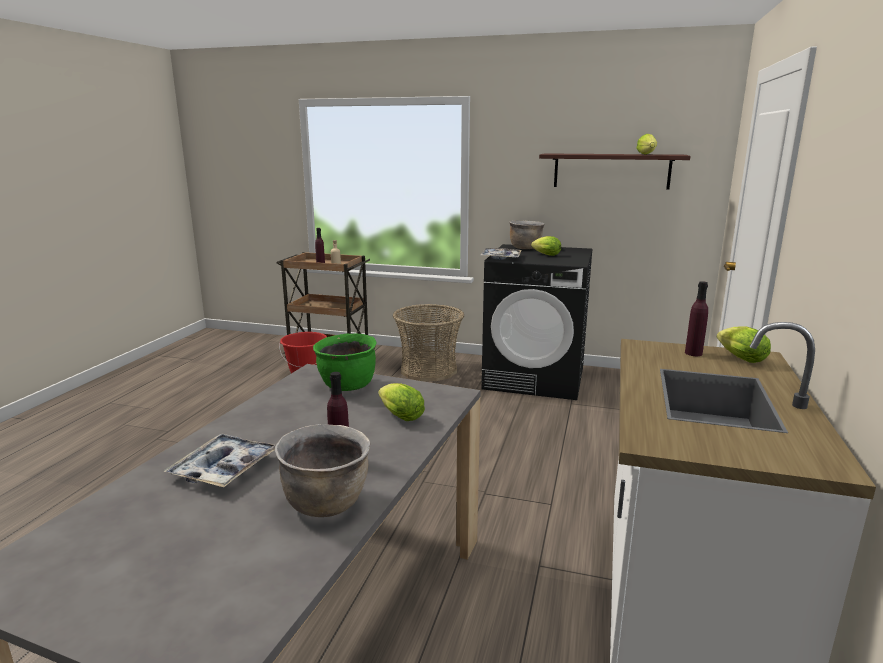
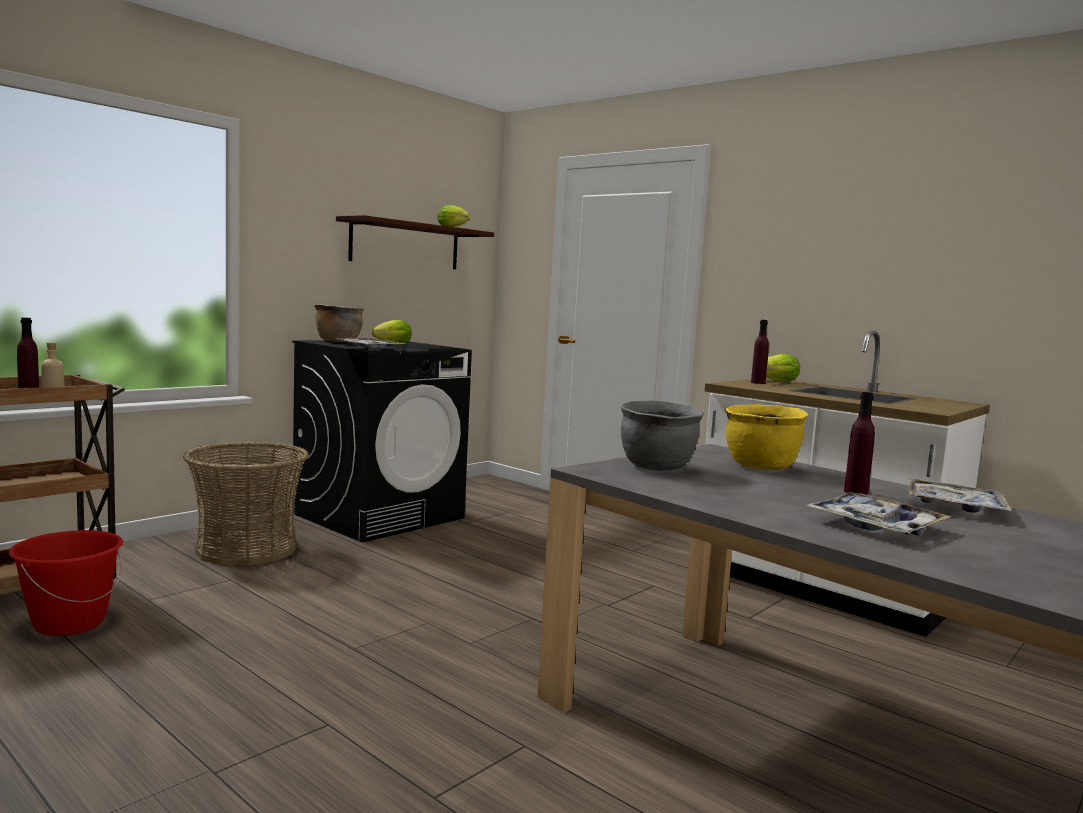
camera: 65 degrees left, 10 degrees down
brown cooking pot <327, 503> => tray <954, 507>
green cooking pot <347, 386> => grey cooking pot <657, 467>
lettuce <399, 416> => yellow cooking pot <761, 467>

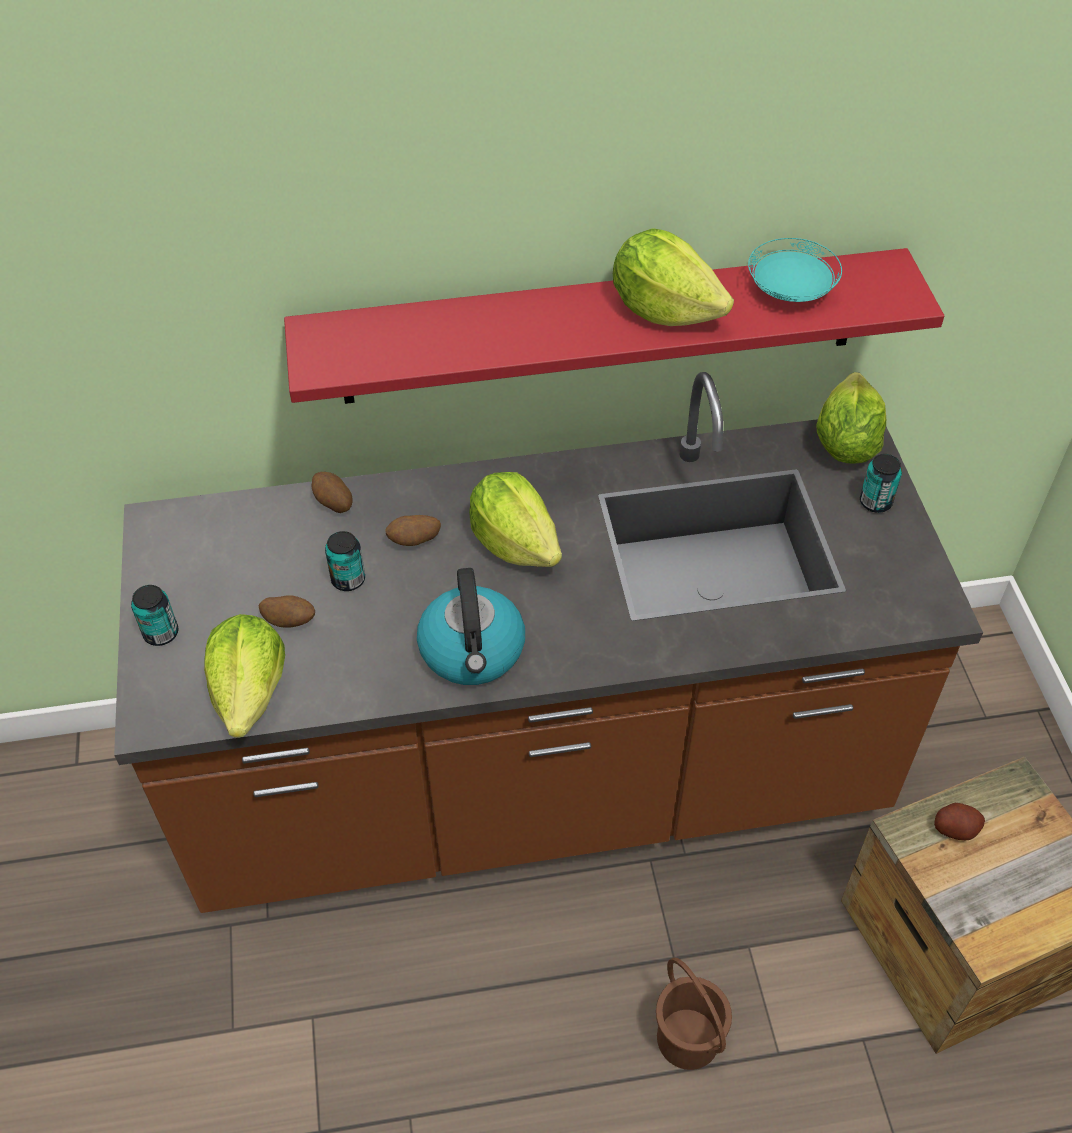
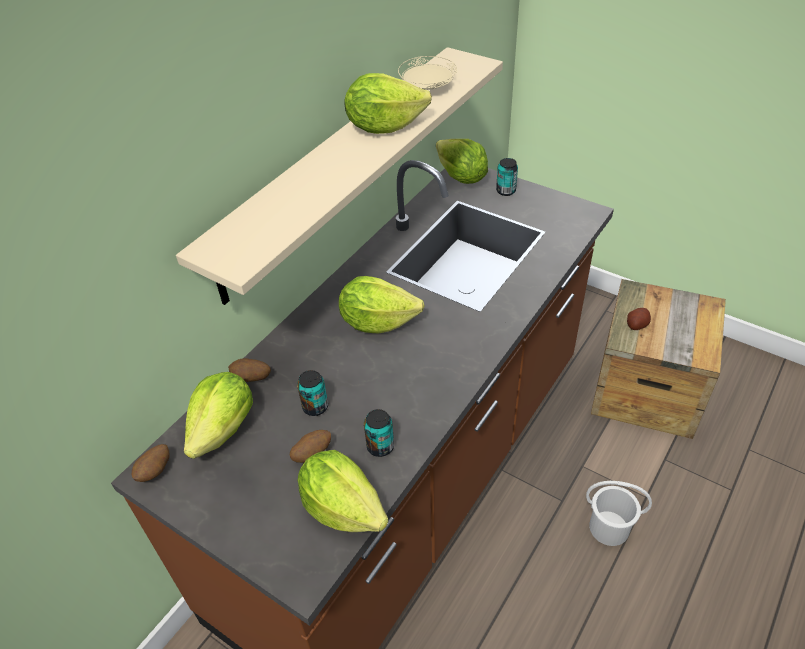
camera: 45 degrees left, 5 degrees down
can <161, 633> => can <380, 446>, relocated
red shelf <601, 327> => beige shelf <338, 168>
potato <414, 541> => potato <155, 471>, relocated
kettle <473, 651> => nothing
brown bucket <688, 1037> => white bucket <608, 527>
turquoise plate <791, 291> => beige plate <428, 87>
nothing => lettuce <224, 429>

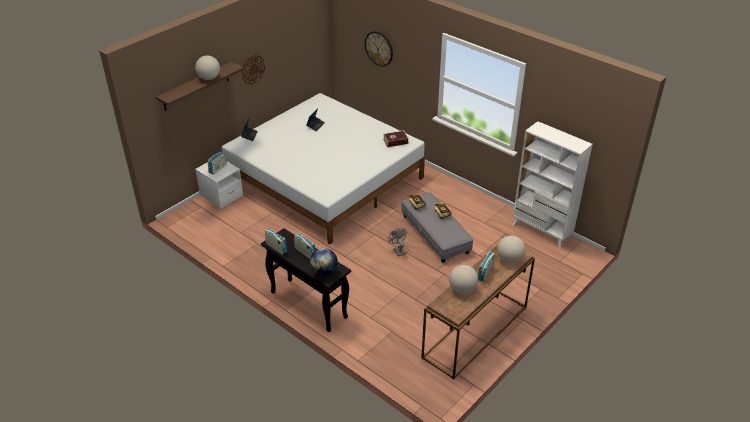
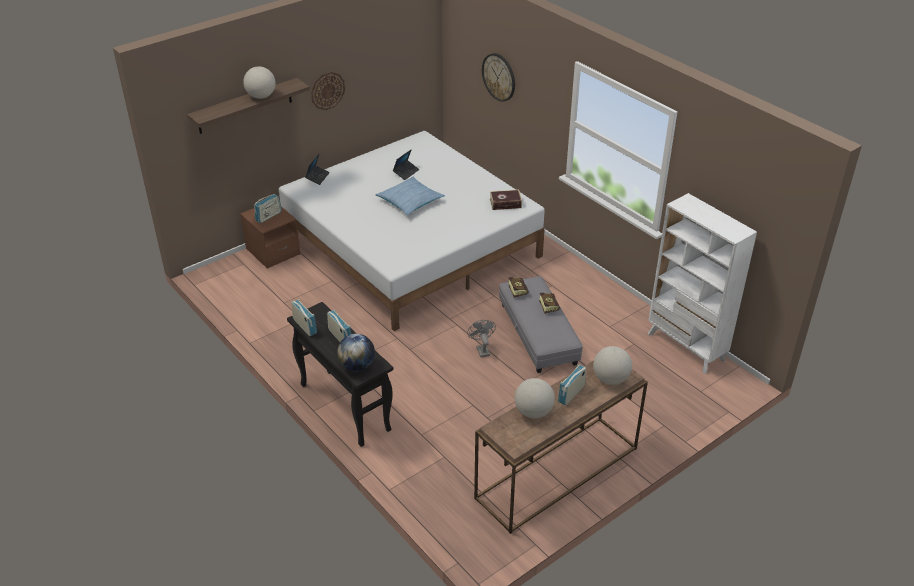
camera: 10 degrees right, 0 degrees up
white nightstand <221, 195> => brown nightstand <273, 252>
nothing => pillow <410, 201>

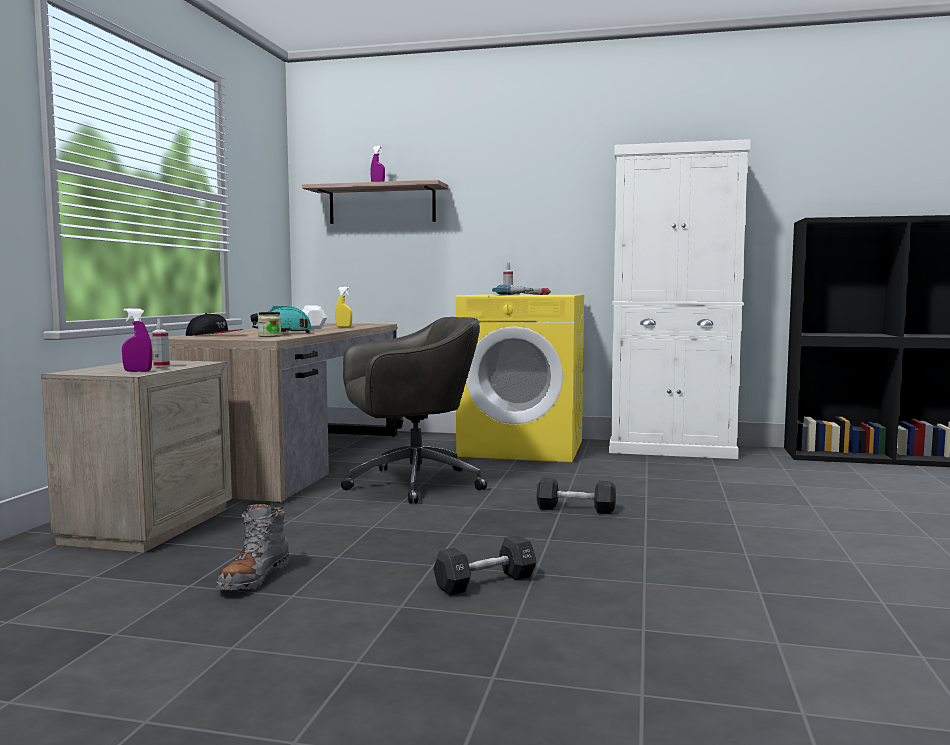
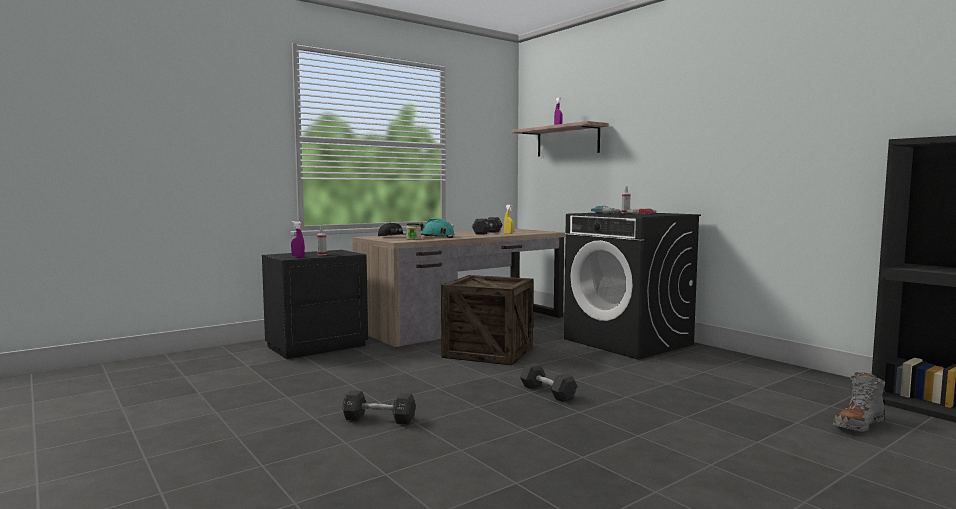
camera: 40 degrees right, 0 degrees up
beige nightstand <146, 525> => black nightstand <316, 346>
grey boot <254, 578> => grey boot <858, 424>, relocated
white dumbbell <313, 327> => black dumbbell <487, 233>
grey office chair <410, 484> => crate <488, 352>
yellow washing machine <523, 448> => black washing machine <628, 342>
white cabinet <672, 449> => nothing

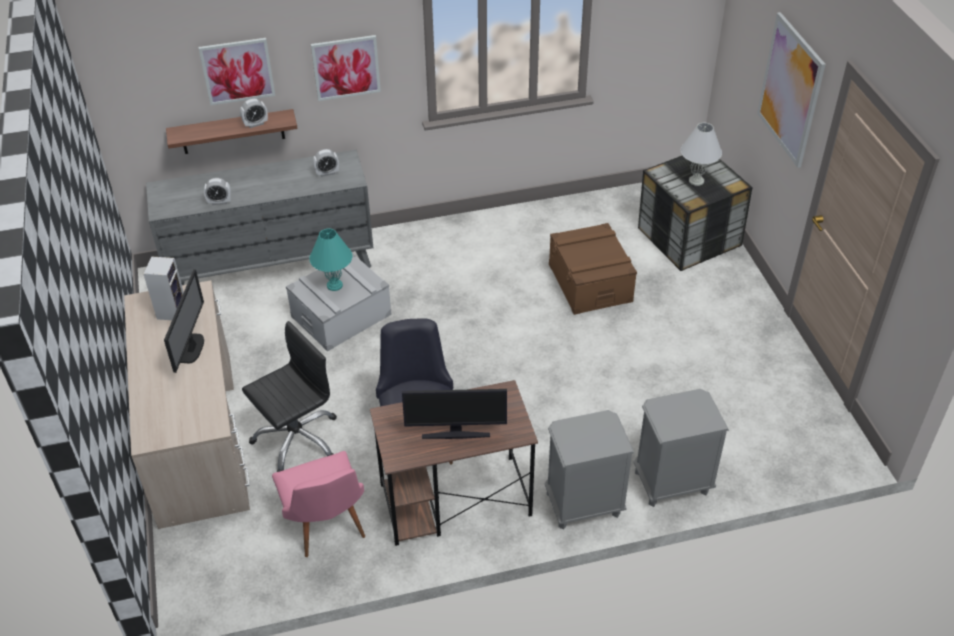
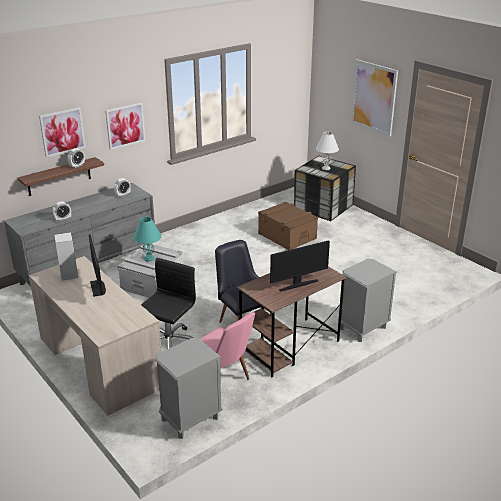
camera: 25 degrees left, 15 degrees down
grey nightstand <671, 483> => grey nightstand <190, 419>, relocated

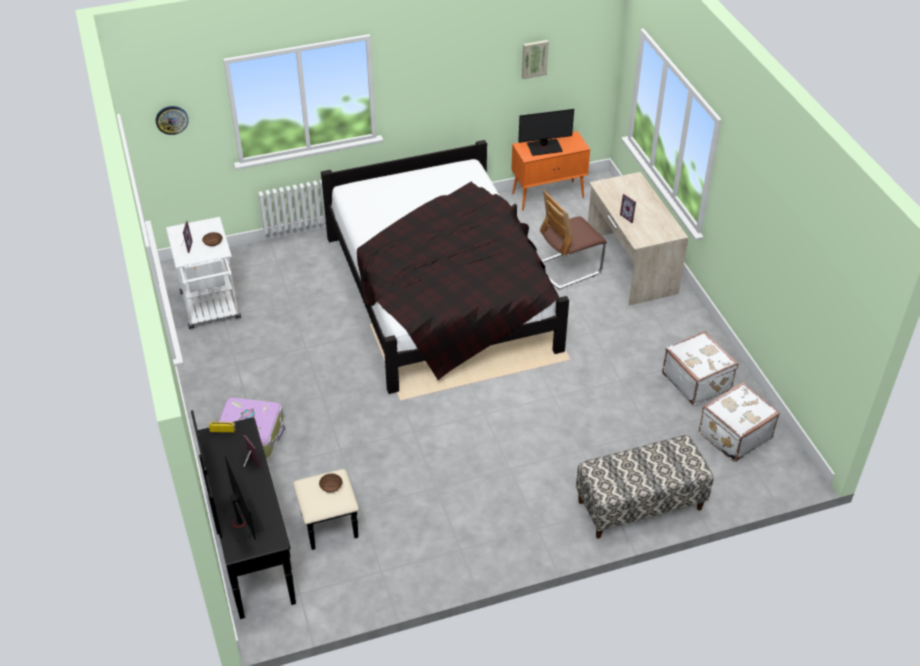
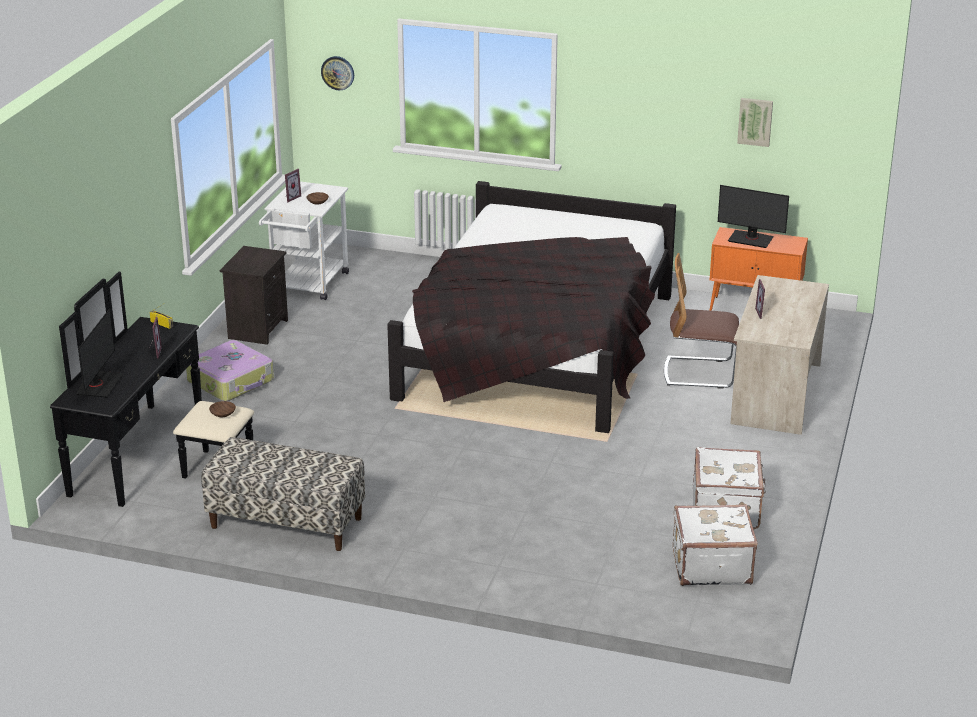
camera: 35 degrees right, 15 degrees down
bench <639, 505> => bench <286, 523>, relocated
nothing => black nightstand <257, 328>

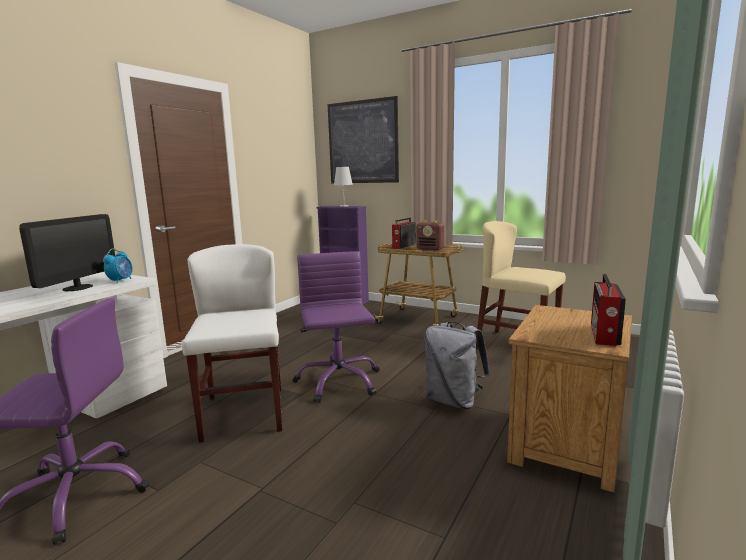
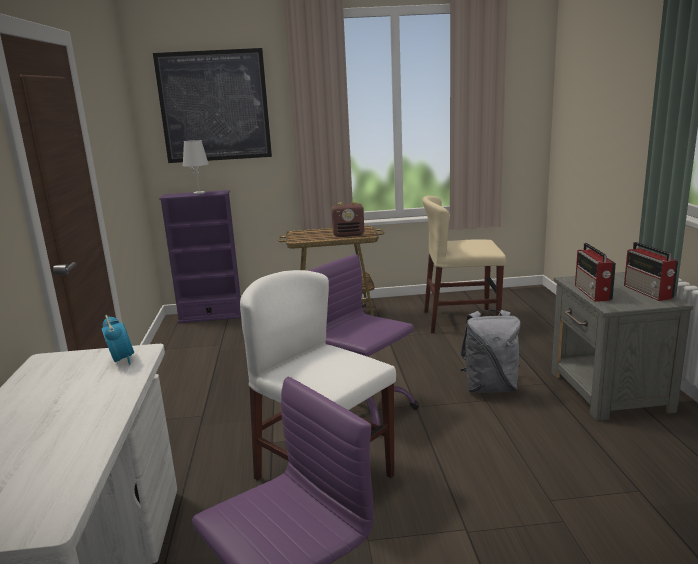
camera: 35 degrees left, 5 degrees up
monitor <78, 288> => nothing
radio <403, 246> => radio <592, 293>, relocated
brown nightstand <564, 445> => grey nightstand <609, 392>

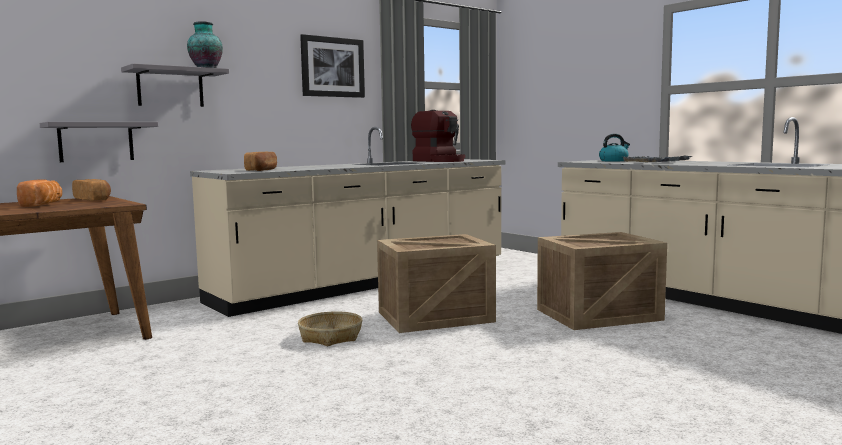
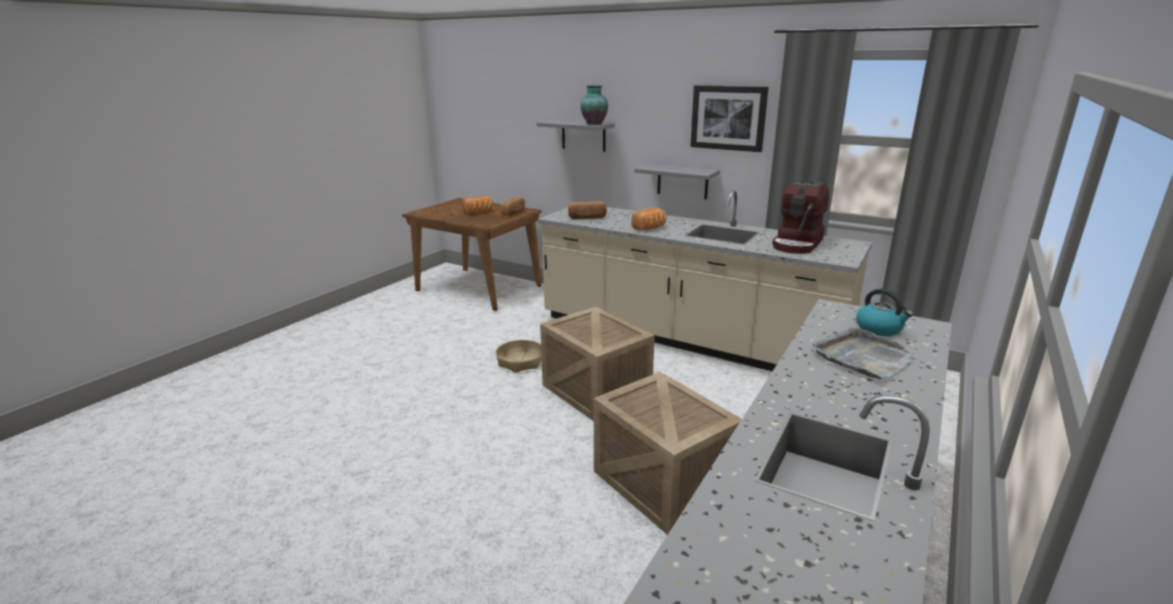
camera: 70 degrees right, 15 degrees up
grey shelf <96, 142> => grey shelf <682, 181>, relocated
nothing => bread <650, 228>

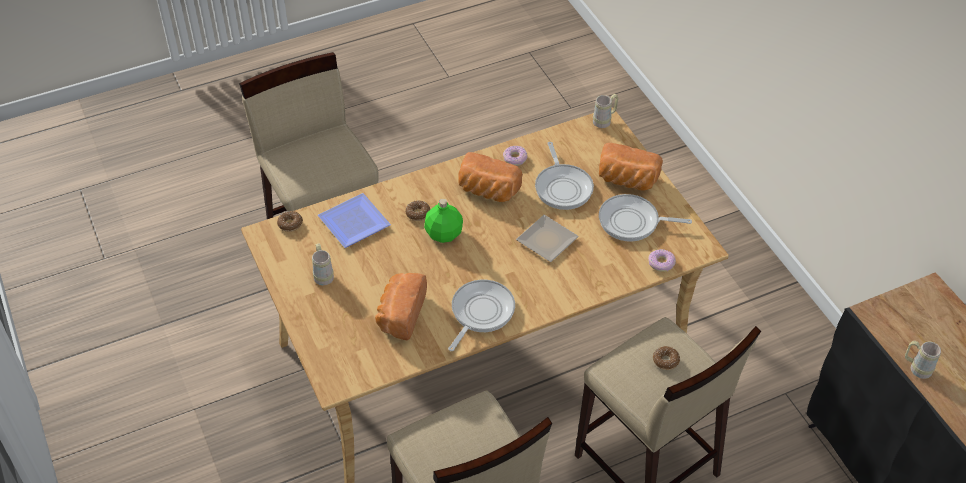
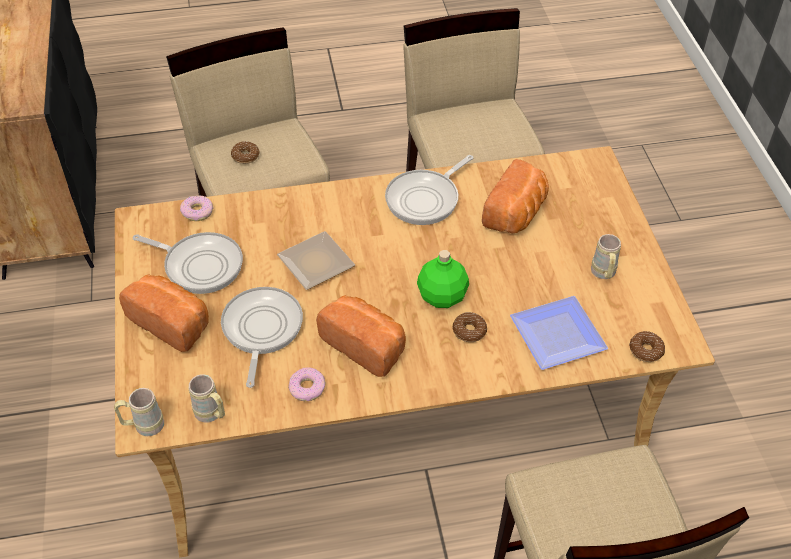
camera: 165 degrees left, 0 degrees up
beige mug <916, 368> => beige mug <212, 415>, relocated

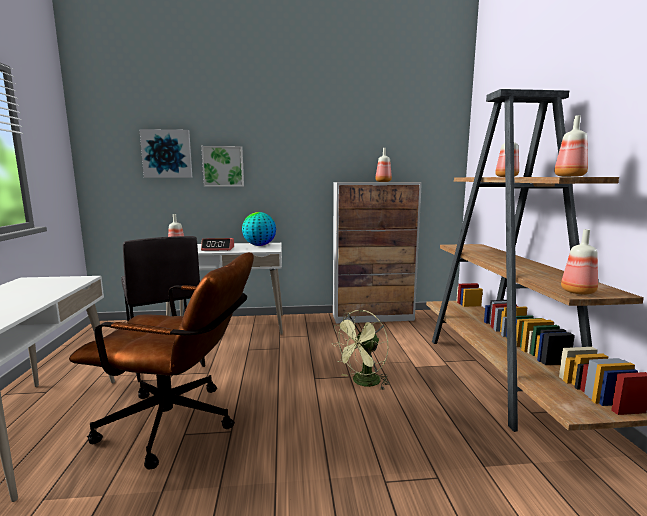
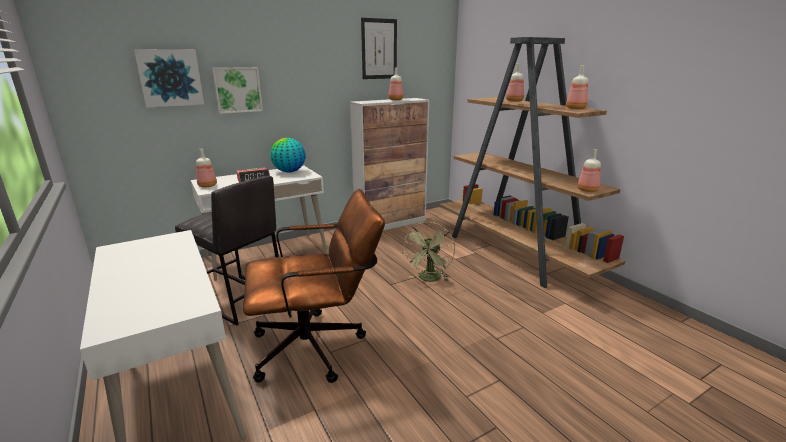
camera: 25 degrees left, 10 degrees up
nothing => picture <379, 49>

